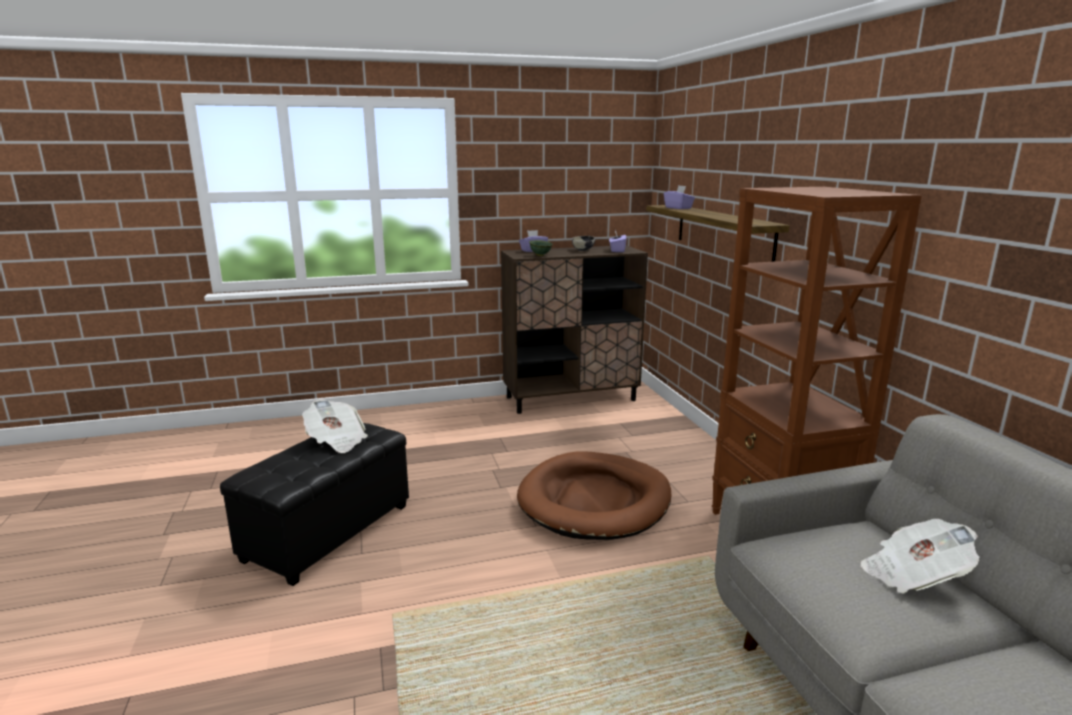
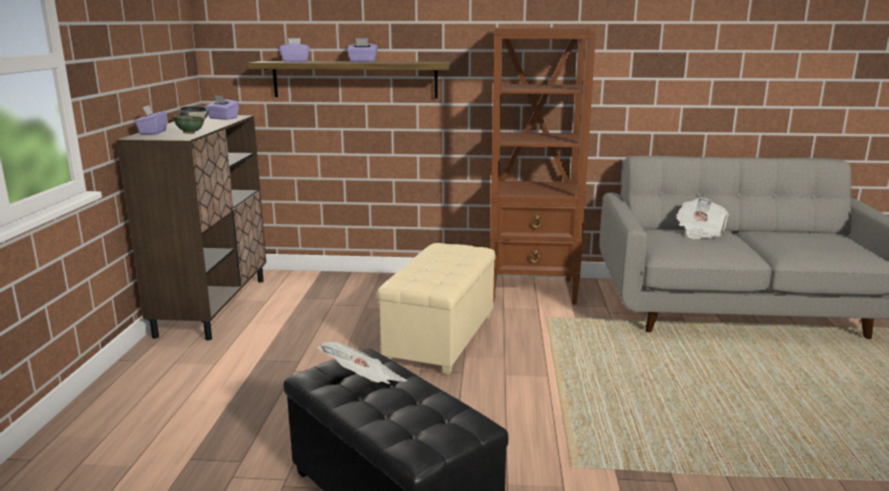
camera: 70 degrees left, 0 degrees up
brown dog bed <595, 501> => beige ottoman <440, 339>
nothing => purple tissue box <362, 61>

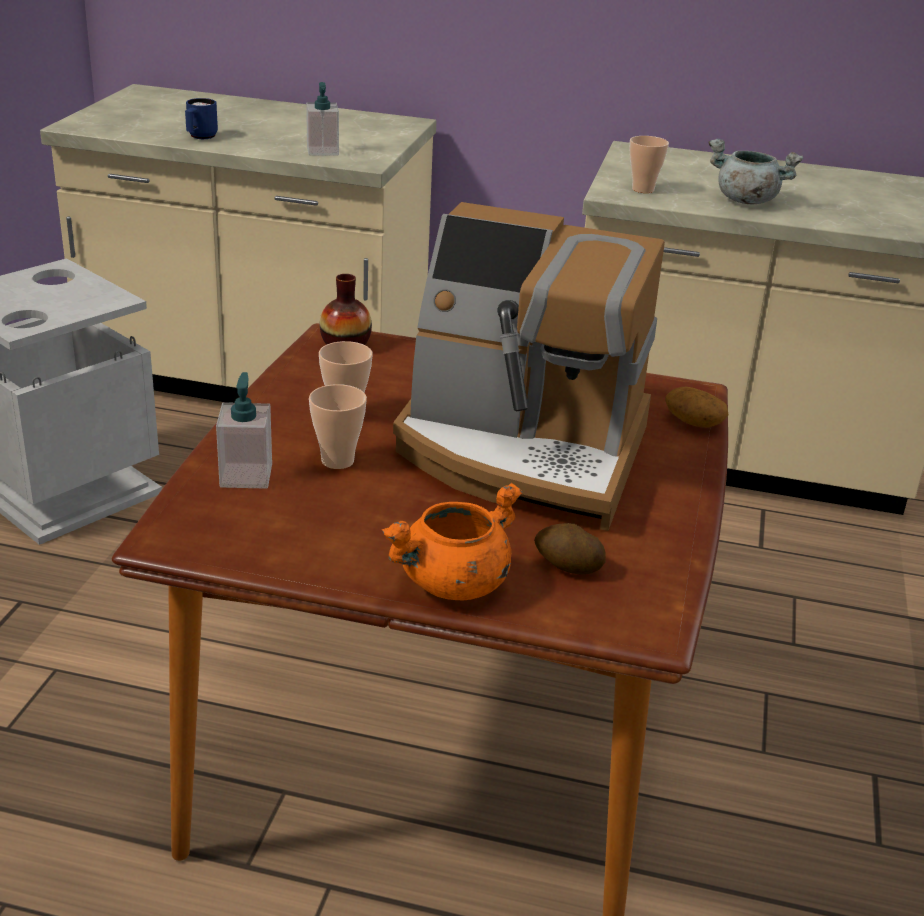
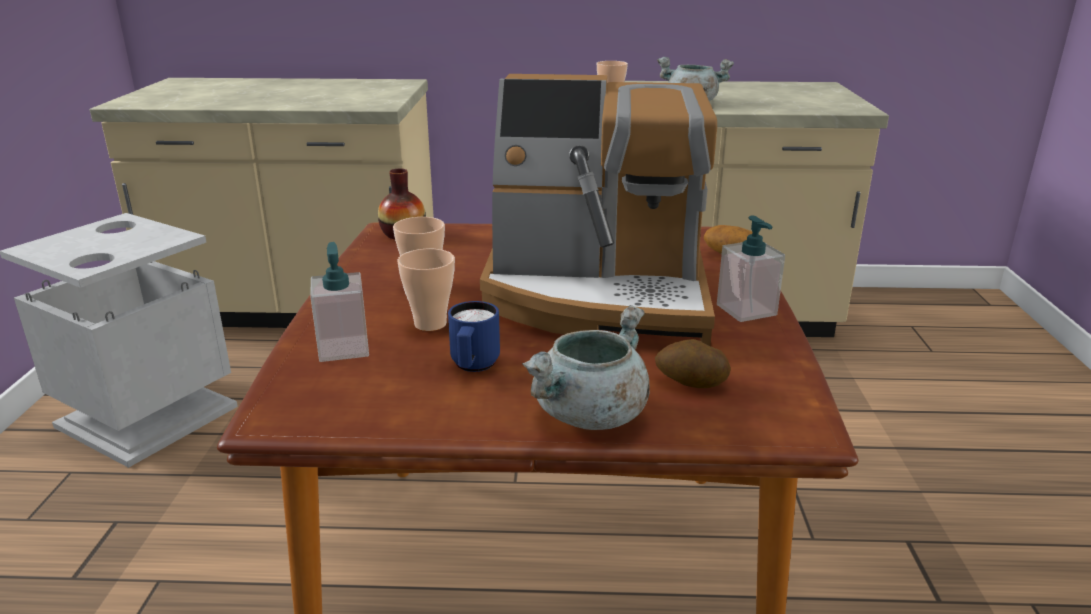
camera: 10 degrees left, 5 degrees down
blue mug <200, 137> => blue mug <473, 367>, relocated
soap dispenser <322, 151> => soap dispenser <746, 310>, relocated
orange cooking pot <453, 584> => grey cooking pot <590, 416>

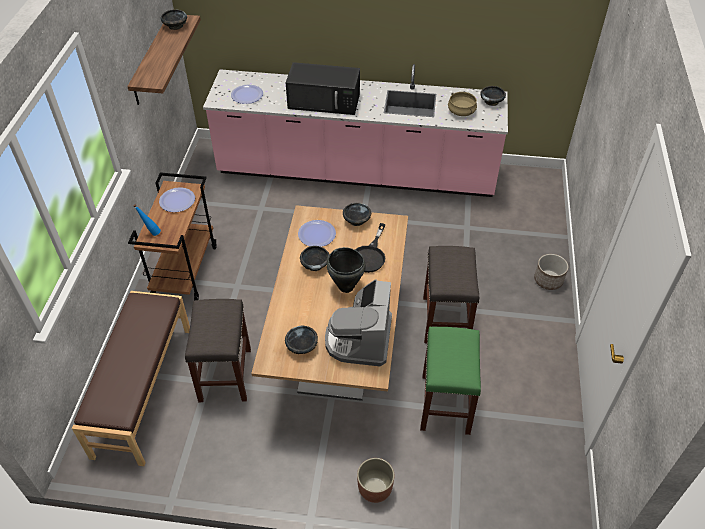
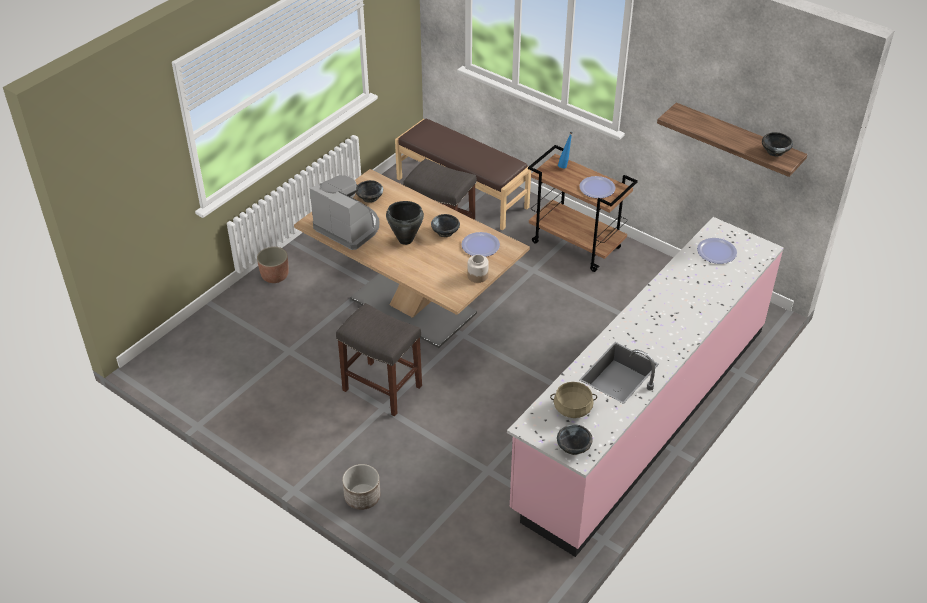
camera: 120 degrees right, 5 degrees down
black microwave <325, 101> => nothing
black bowl <356, 220> => jar <478, 275>
black frying pan <370, 255> => nothing
green stool <446, 405> => nothing

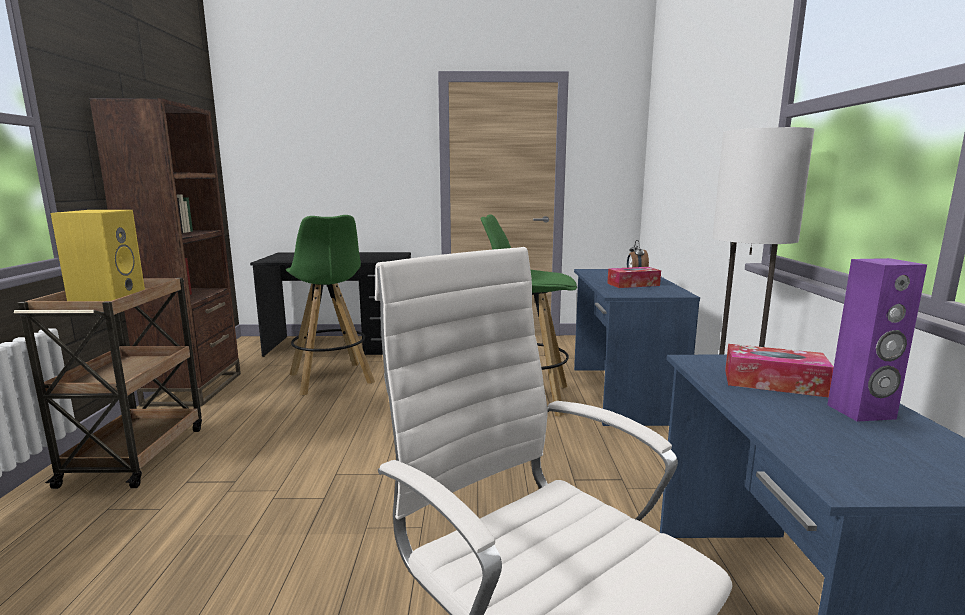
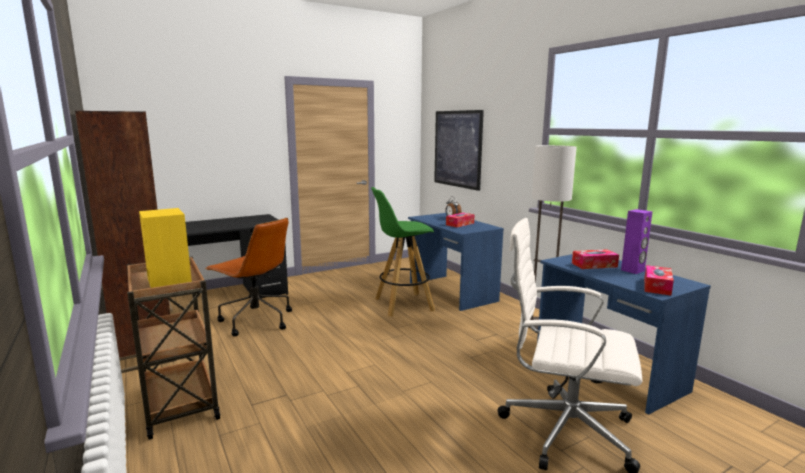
camera: 30 degrees left, 0 degrees up
green stool <332, 379> => brown office chair <255, 320>
nothing => picture <457, 149>
nothing => tissue box <657, 286>

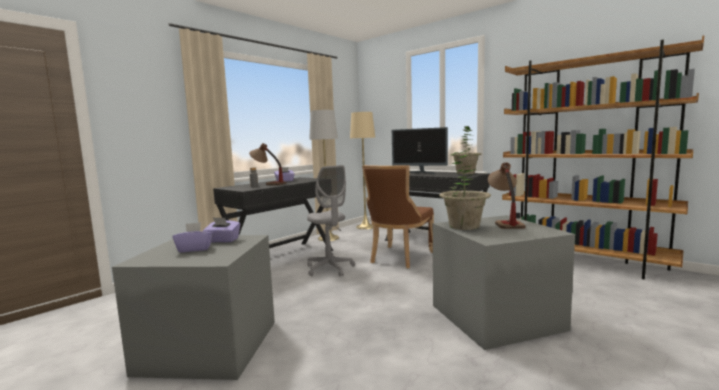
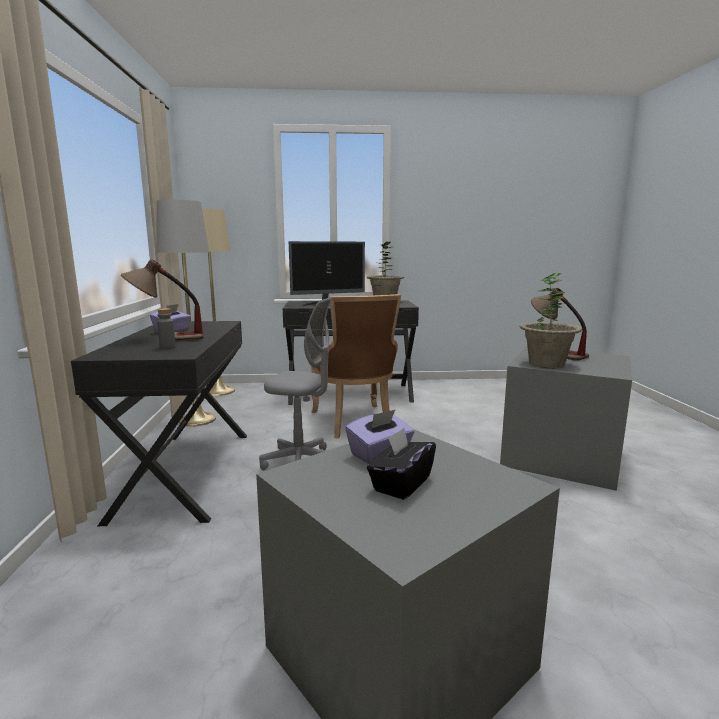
camera: 45 degrees left, 5 degrees up
purple tissue box <195, 249> => black tissue box <401, 484>
brown bookcase <583, 262> => nothing

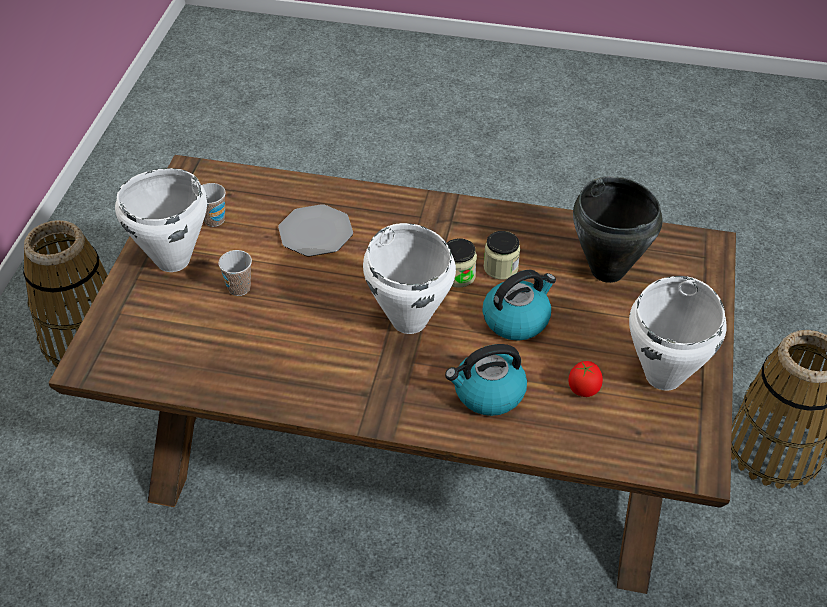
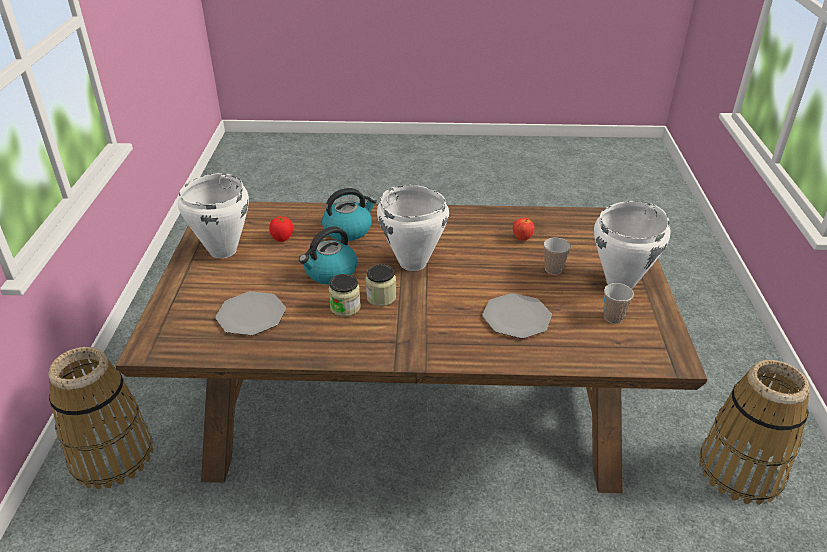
camera: 170 degrees right, 10 degrees down
black cooking pot <607, 271> => plate <251, 315>
nothing => apple <522, 239>

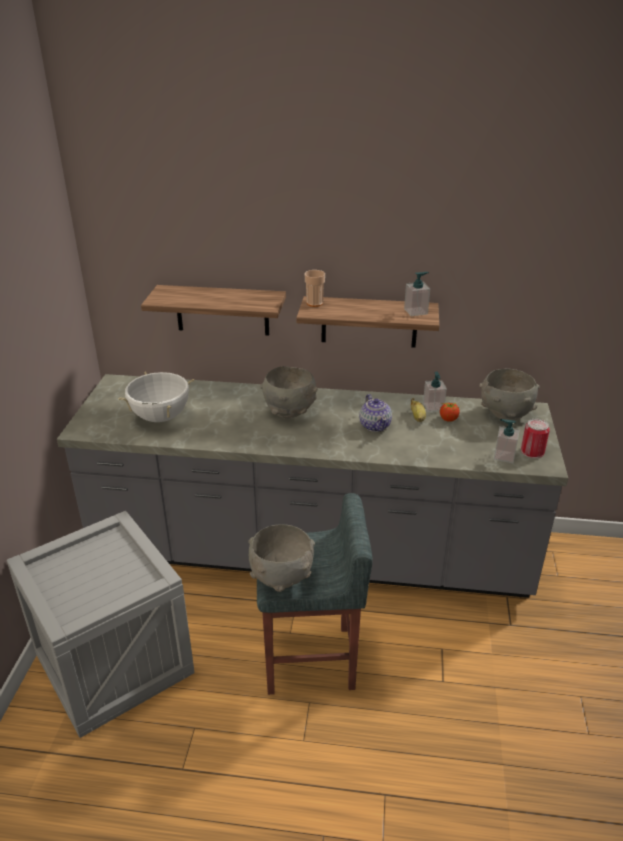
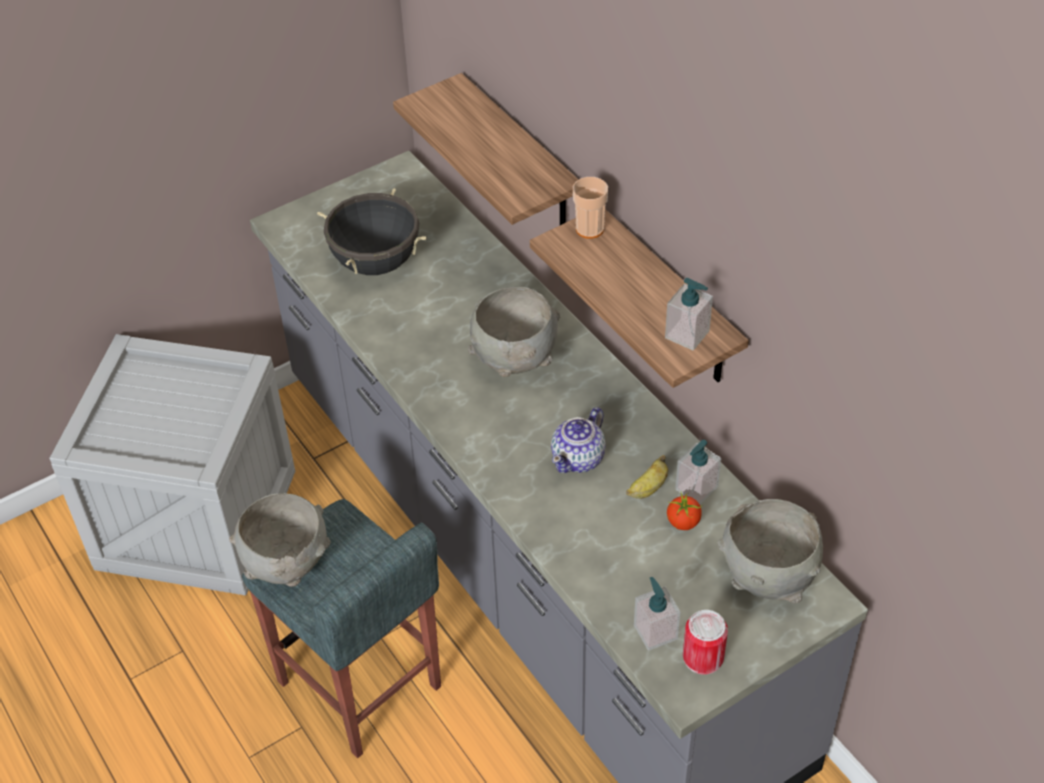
camera: 50 degrees right, 15 degrees up
white cooking pot <161, 417> => black cooking pot <376, 263>

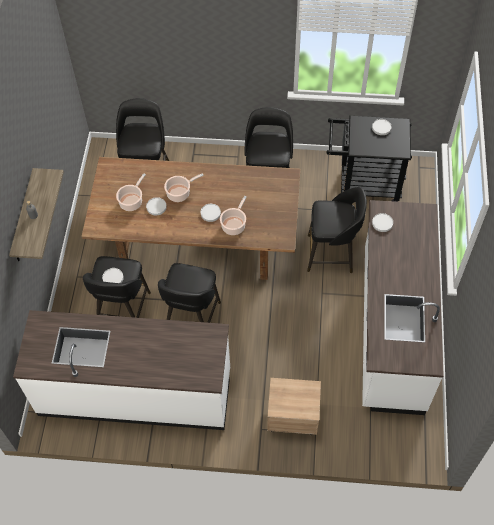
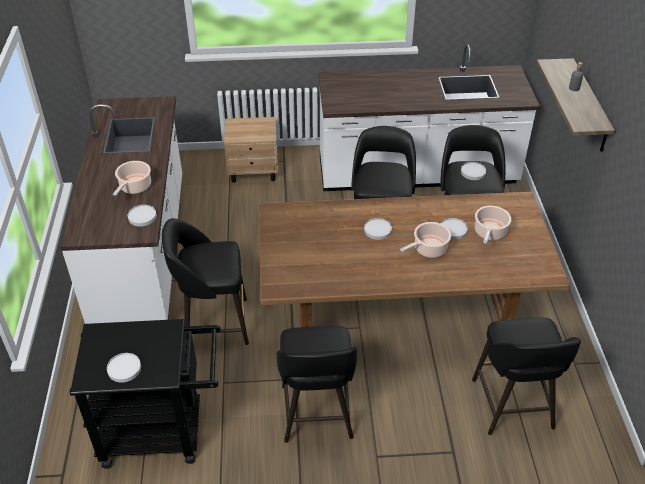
camera: 170 degrees right, 15 degrees down
cooking pot <234, 225> => cooking pot <134, 187>, relocated

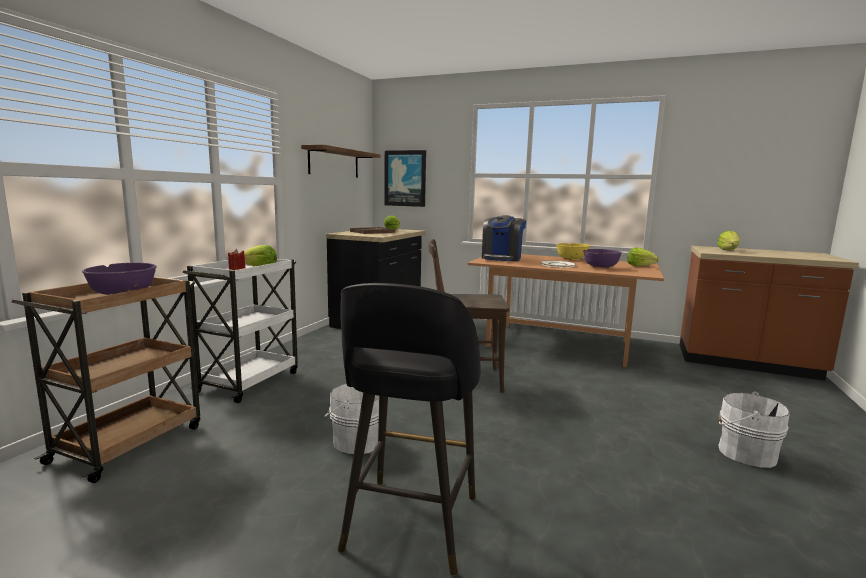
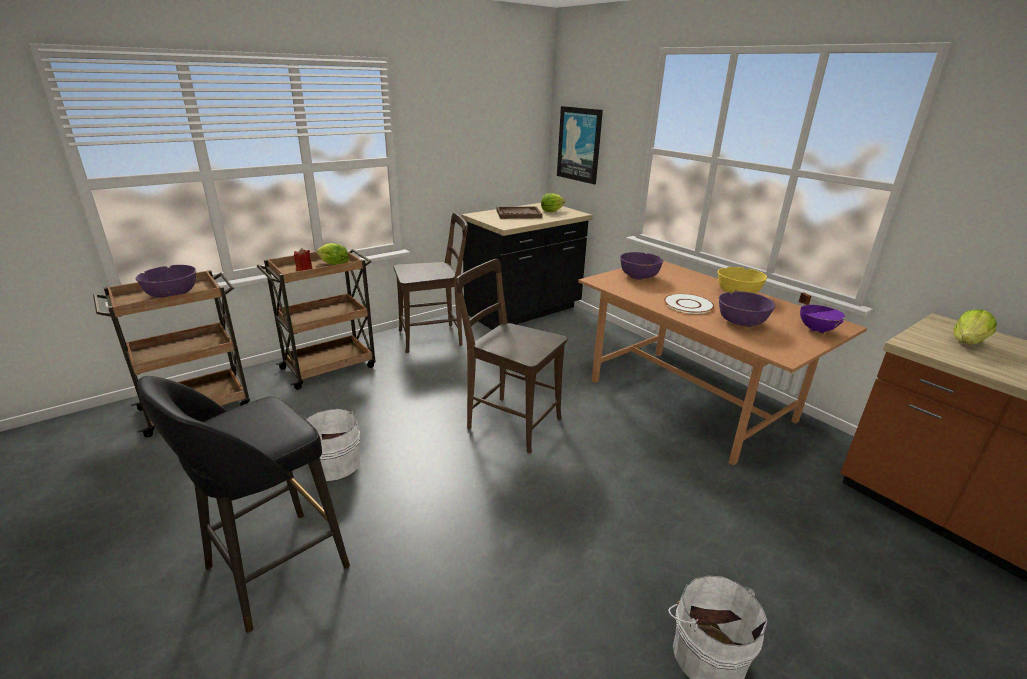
camera: 30 degrees right, 15 degrees up
white cart <250, 381> => brown cart <330, 367>
shelf <334, 163> => nothing
coffee machine <502, 258> => purple bowl <638, 276>
lettuce <640, 266> => purple cooking pot <817, 330>
nothing => brown chair <434, 337>

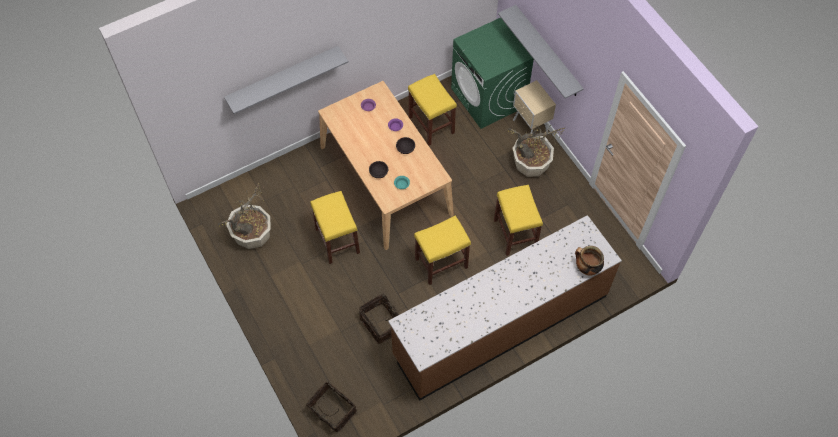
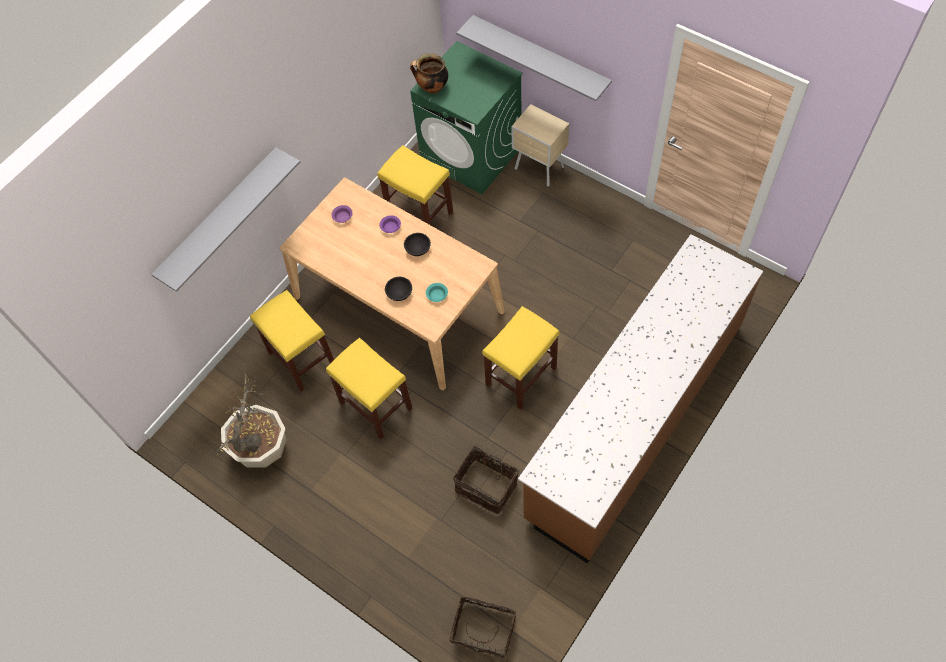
camera: 20 degrees left, 0 degrees up
yellow stool <514, 233> => yellow stool <301, 358>, relocated
potted plant <530, 165> => nothing
cooking pot <587, 268> => cooking pot <432, 88>, relocated

